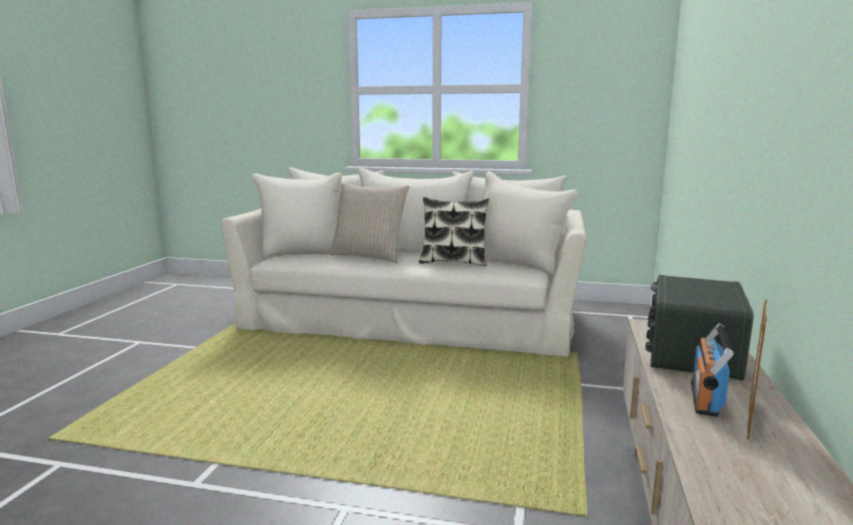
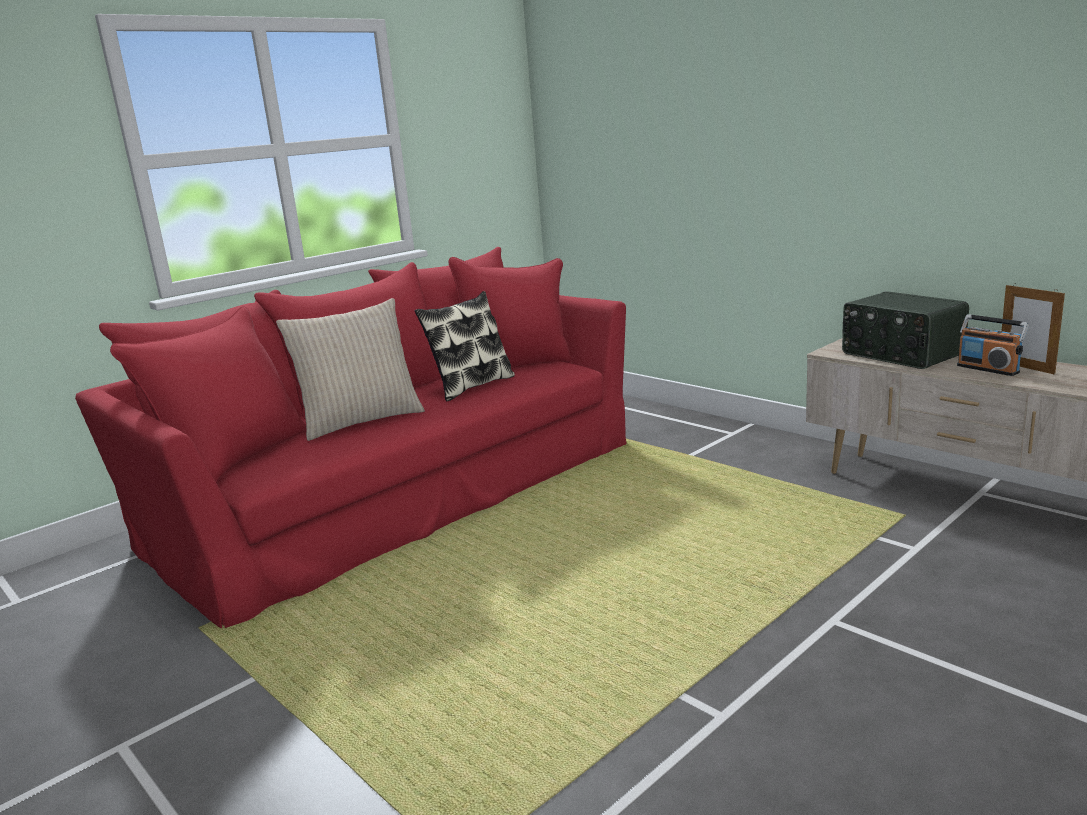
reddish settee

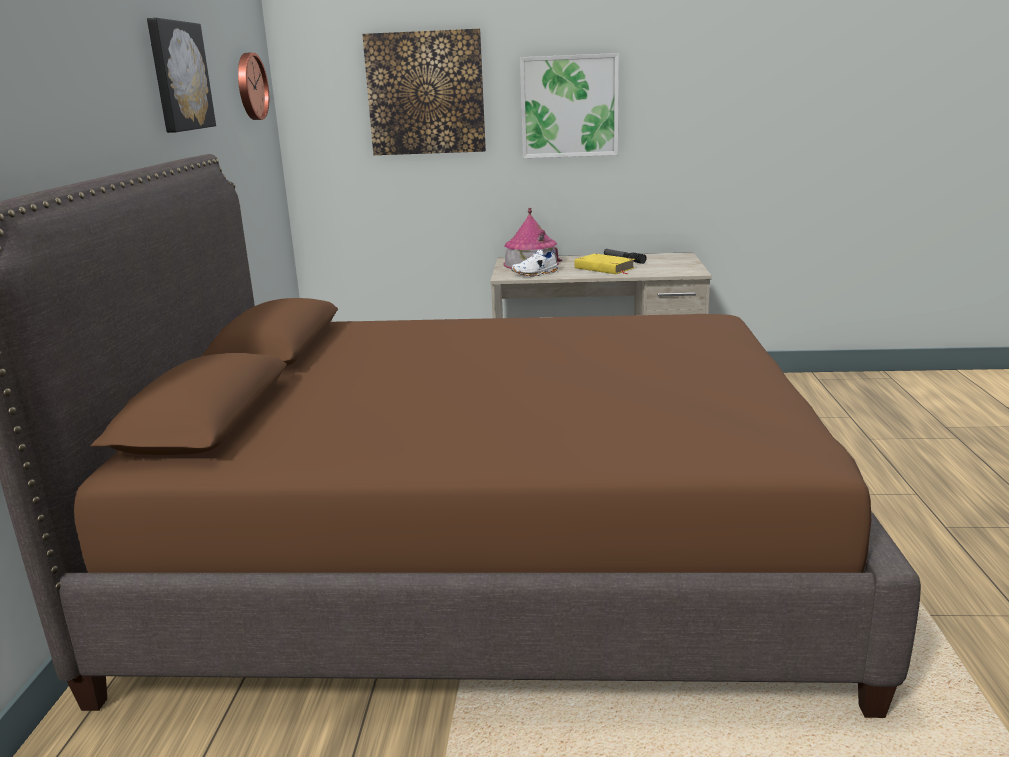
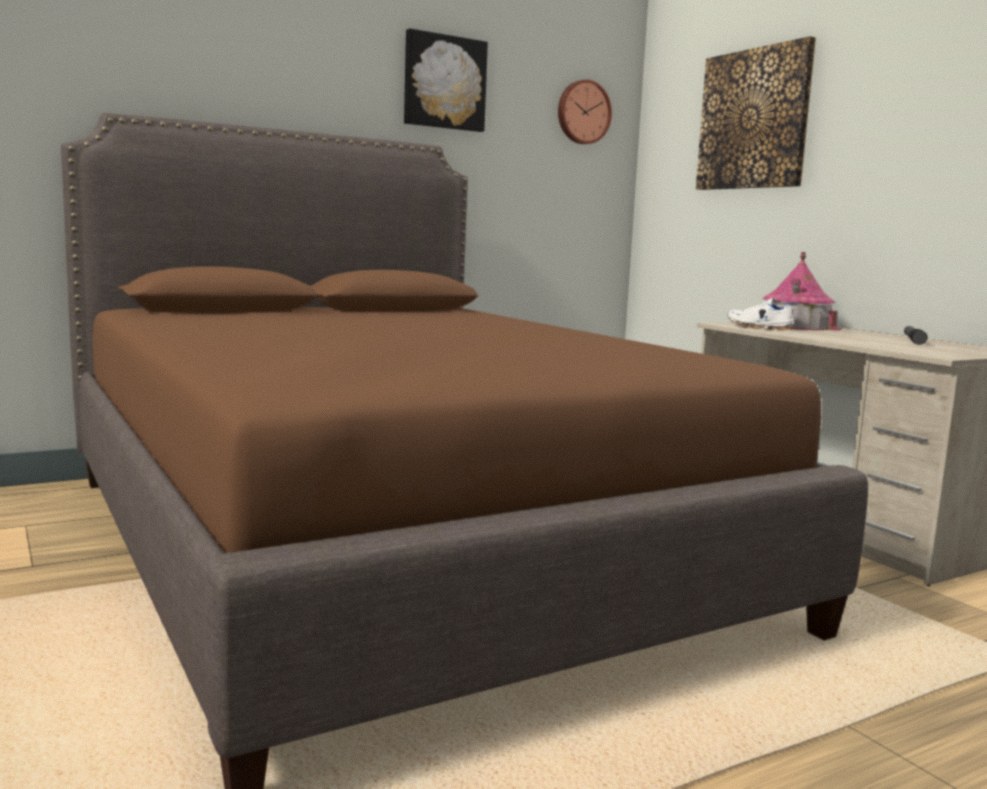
wall picture (3rd from left in the first image)
yellowish bound book

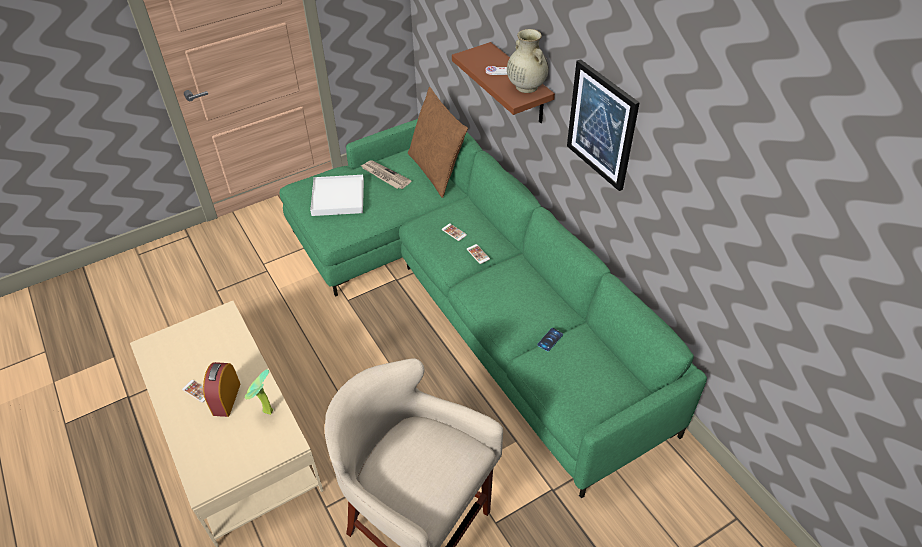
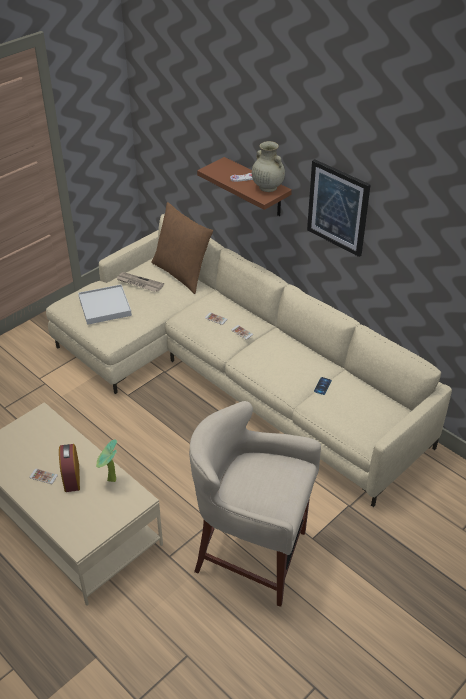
beige-coloured settee

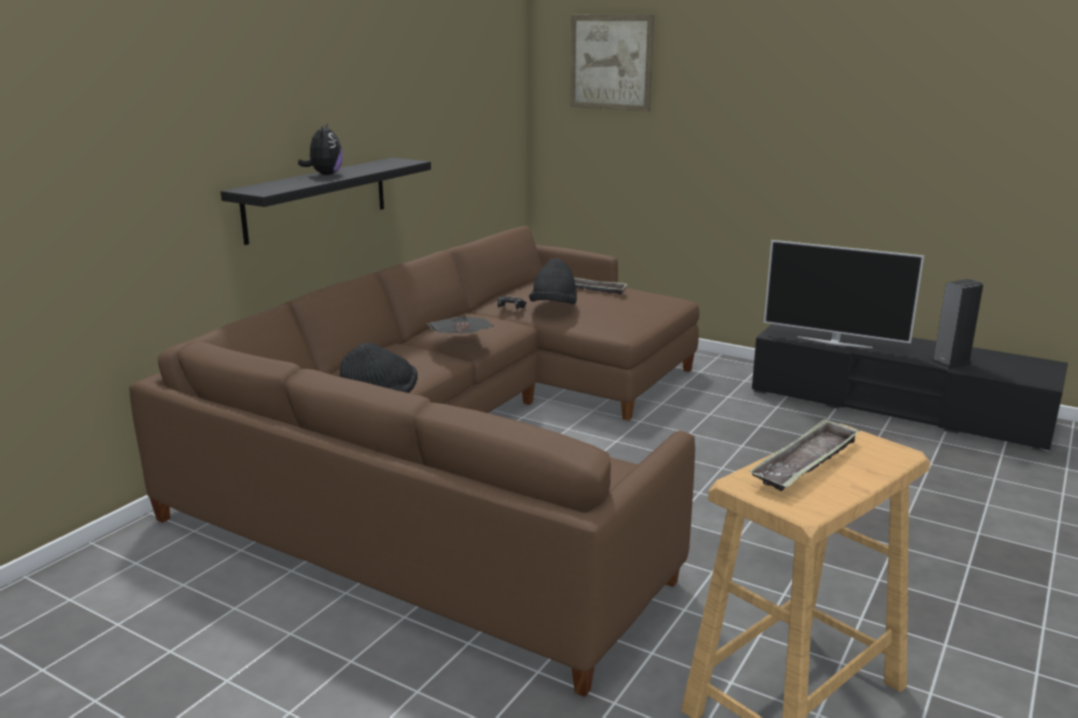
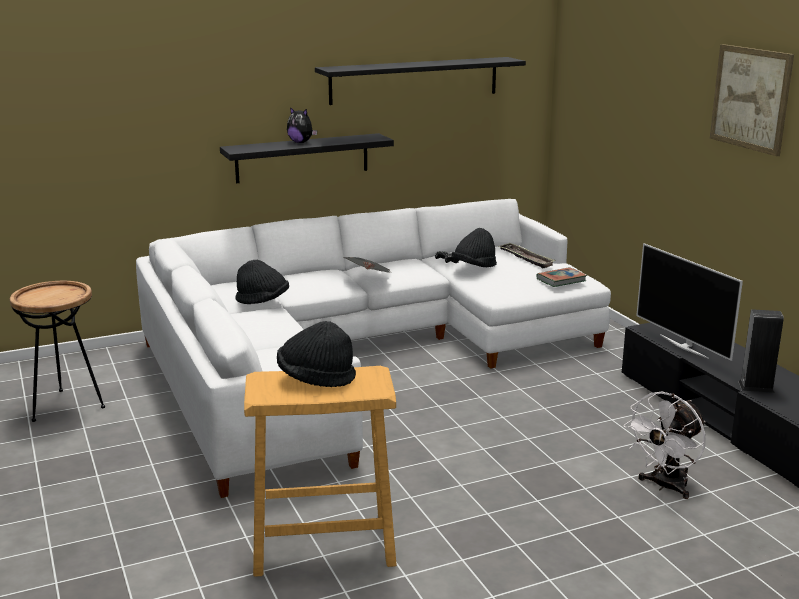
brownish side table
blackish bracket shelf (2nd from left)
bound book
white-coloured fan
wall picture
blackish wearable hat (2nd from left)
white-coloured settee
soft toy

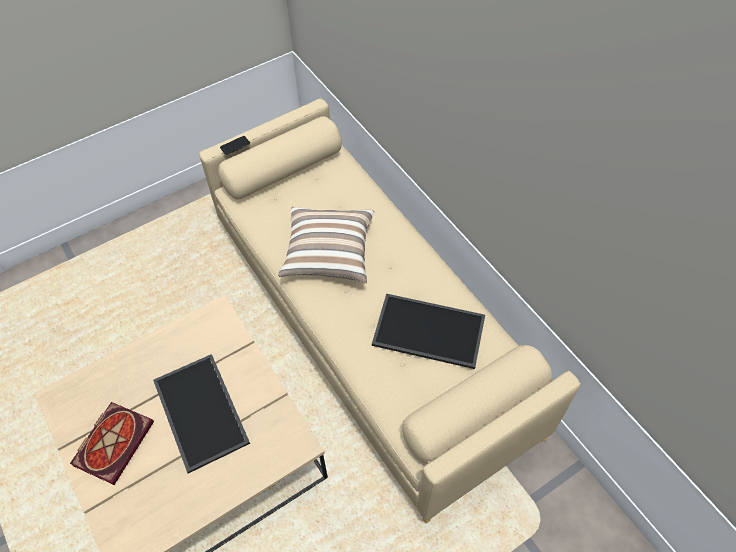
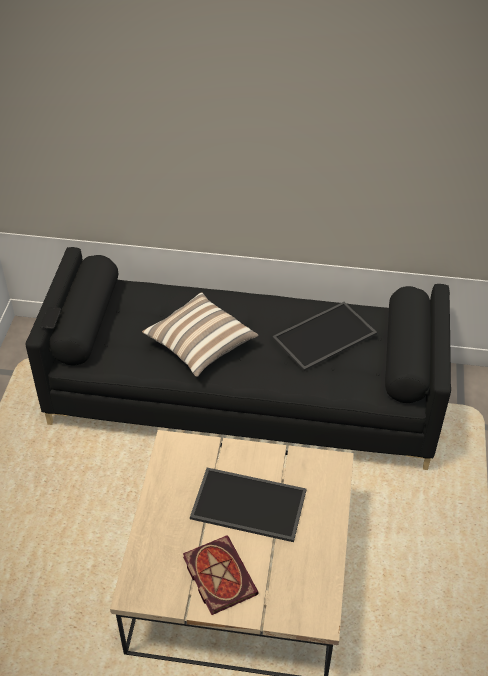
blackish settee

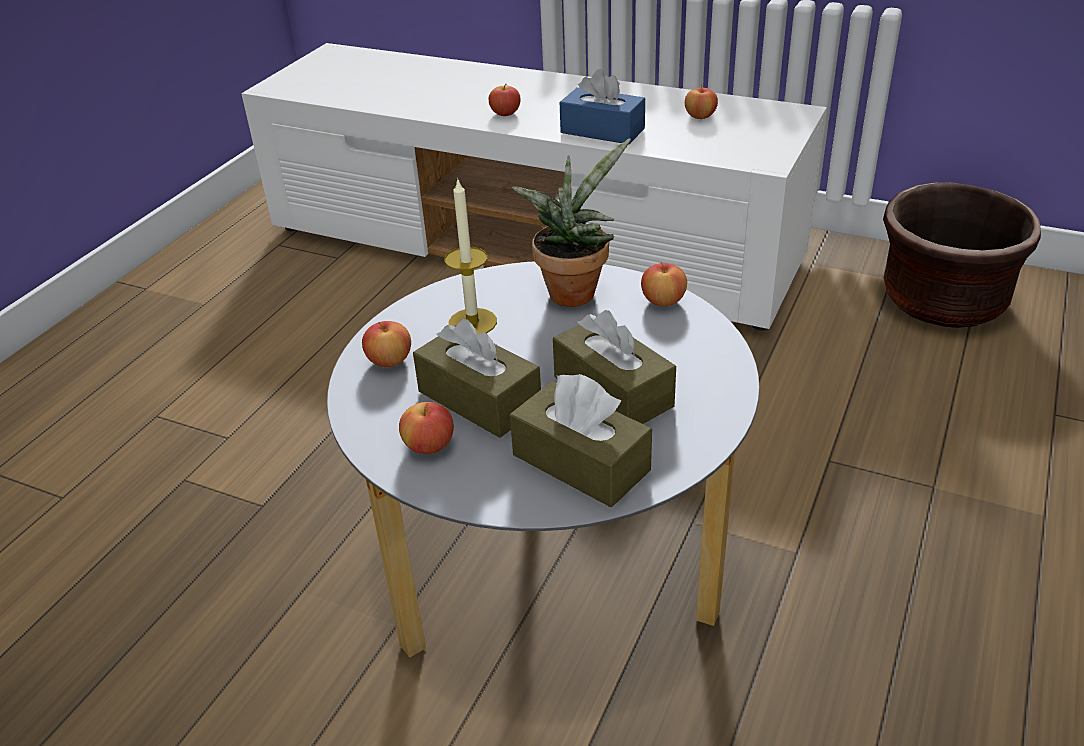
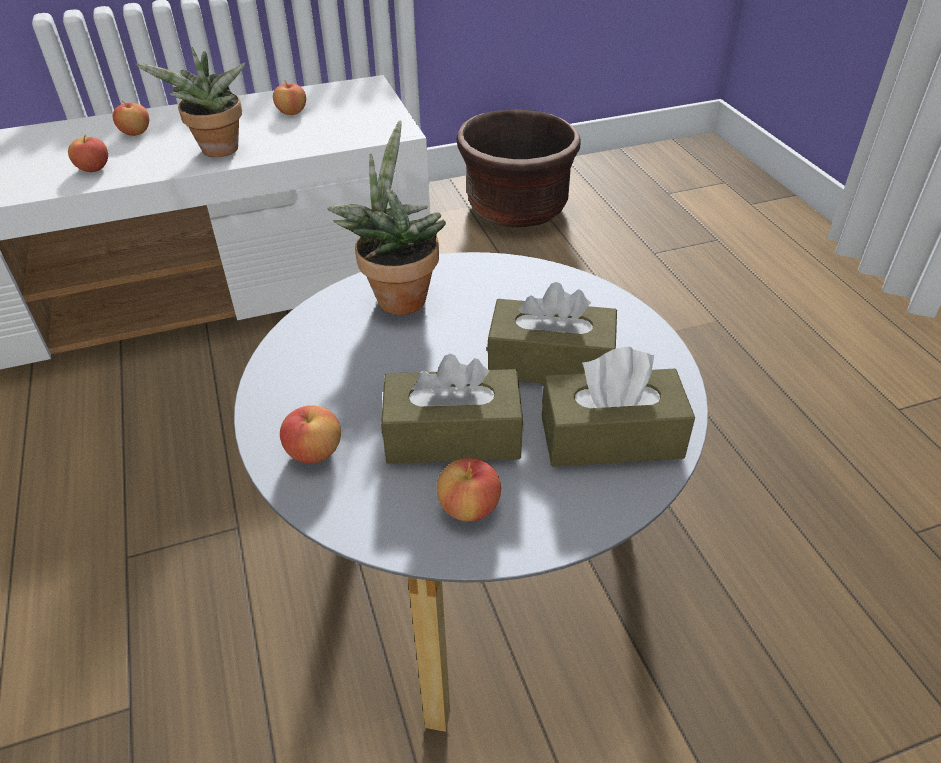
wax candle
apple fruit (2nd from left)
plant in a pot (1st from left)

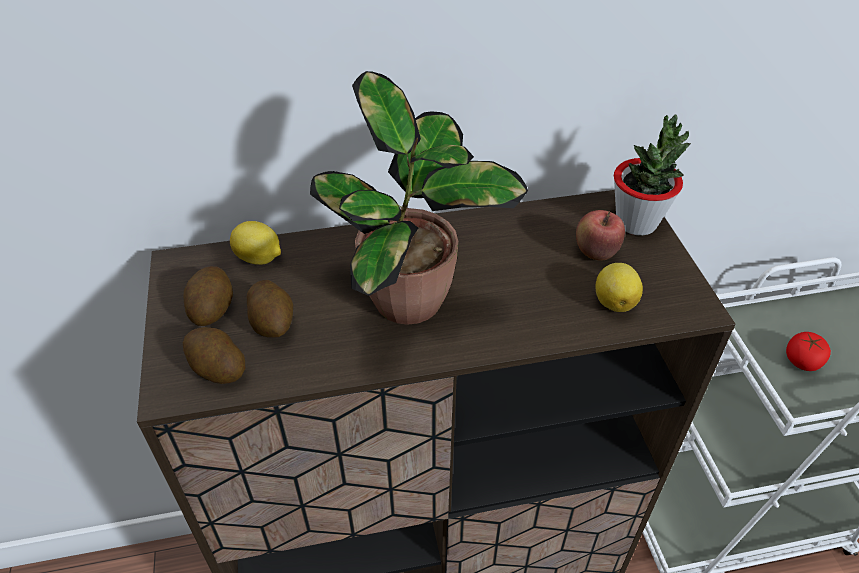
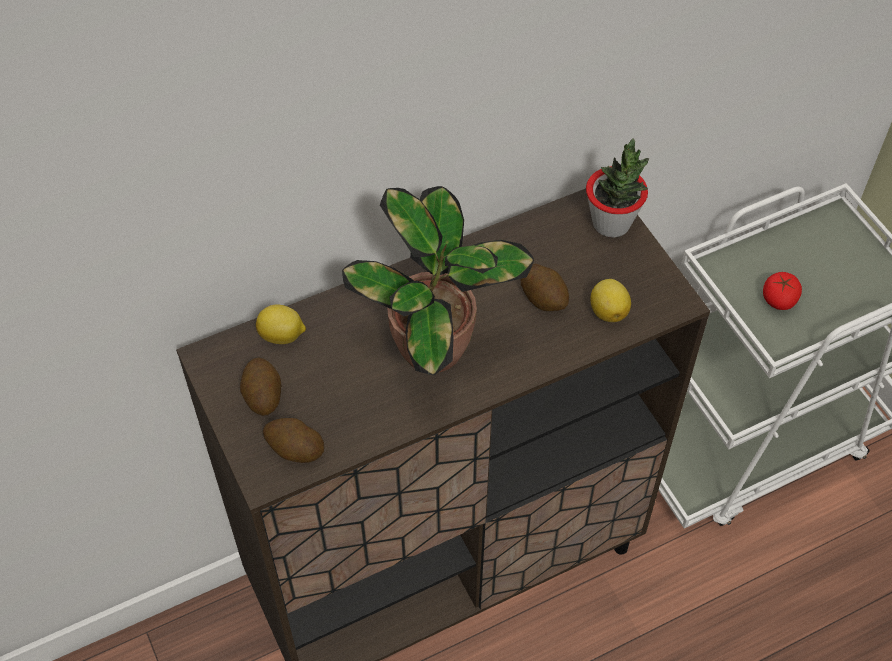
apple fruit
spud (3rd from left)

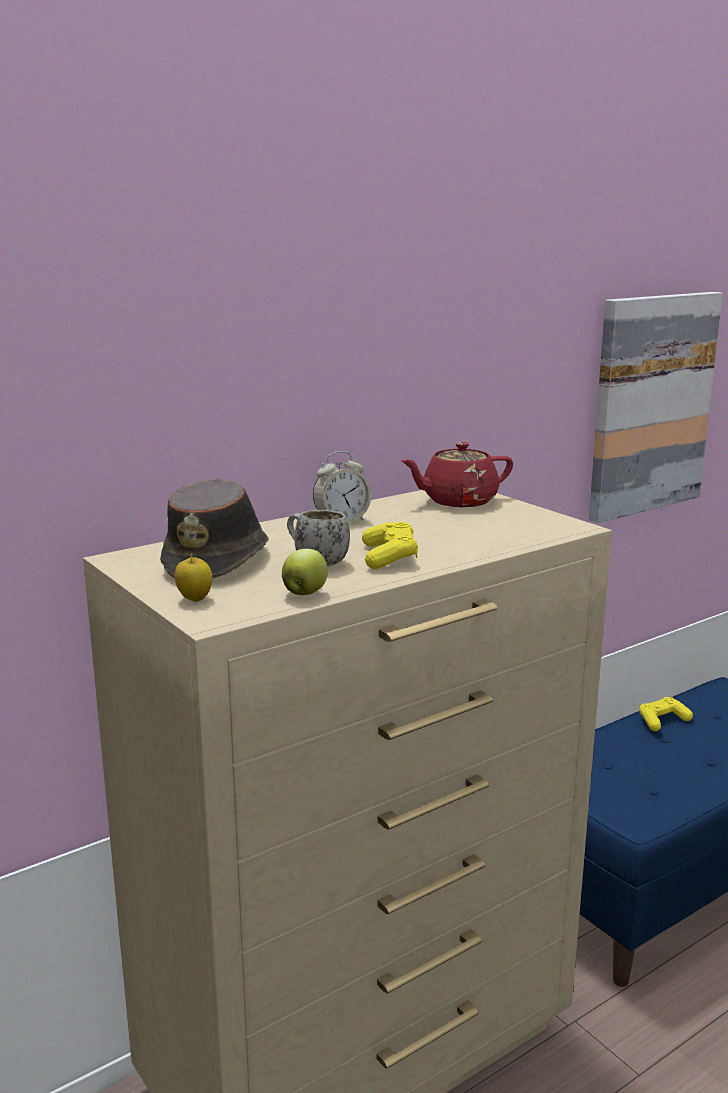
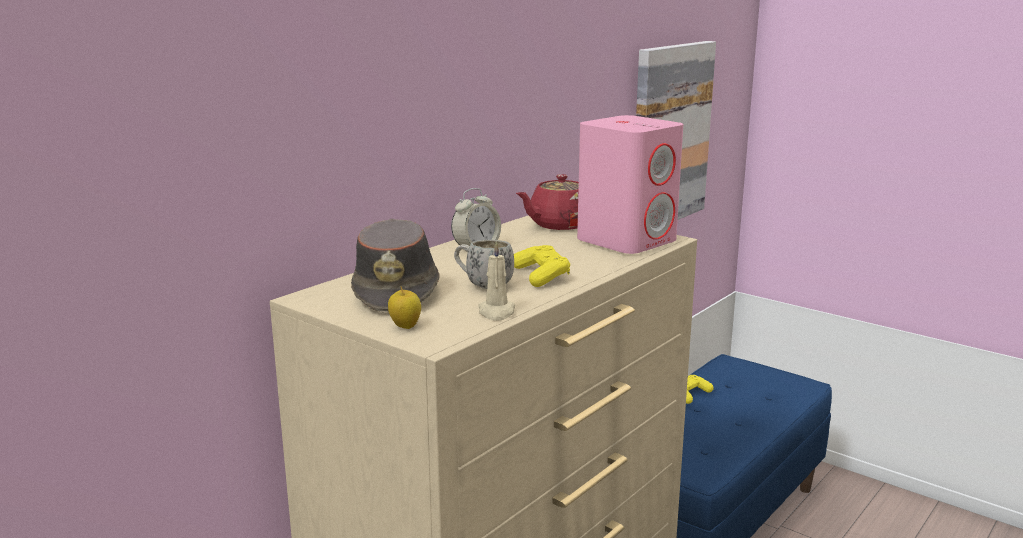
pinkish audio speaker
beige-coloured wax candle

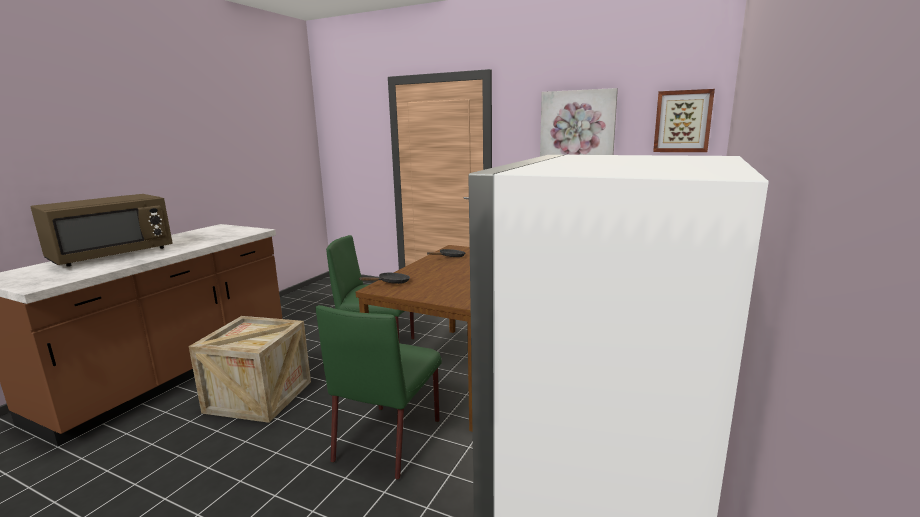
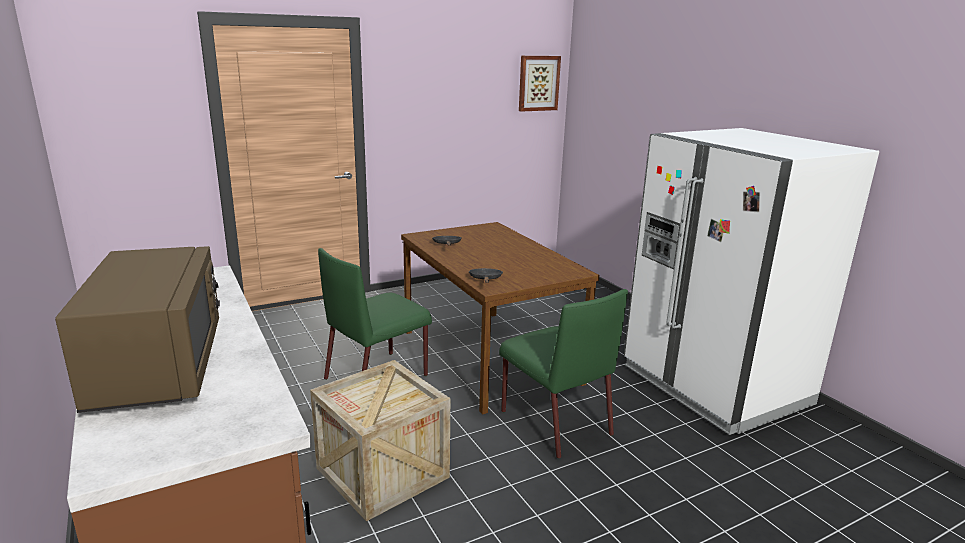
wall picture (1st from left in the first image)

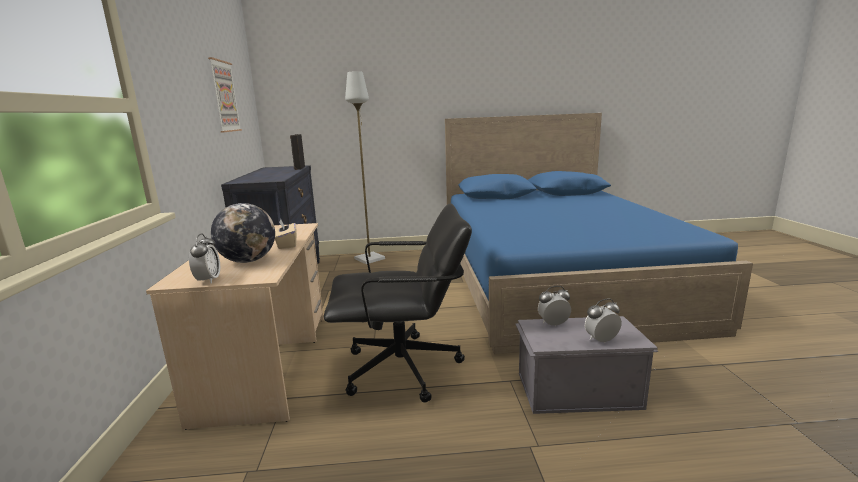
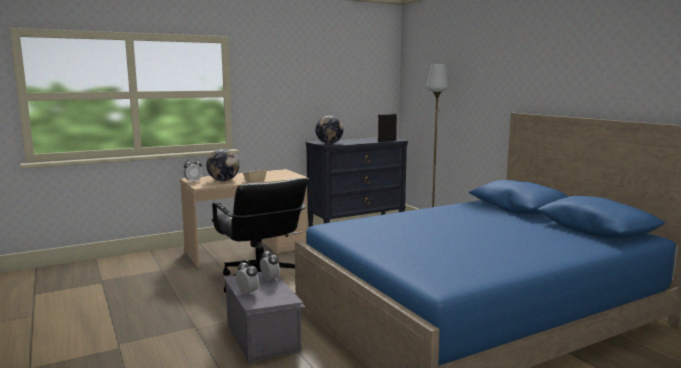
wall picture
desk globe (2nd from left)

